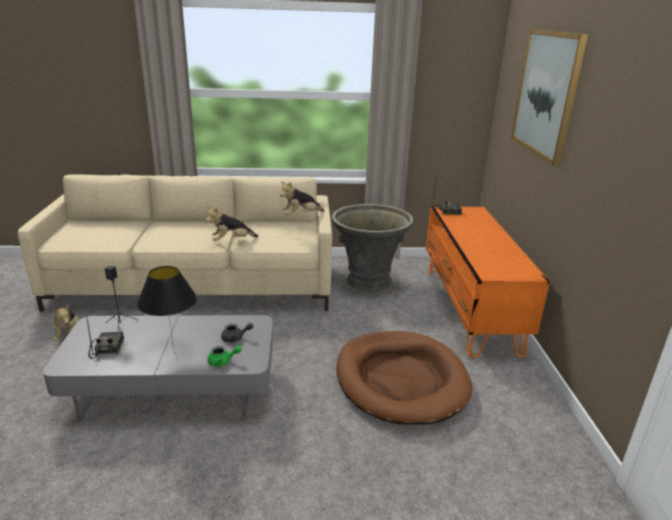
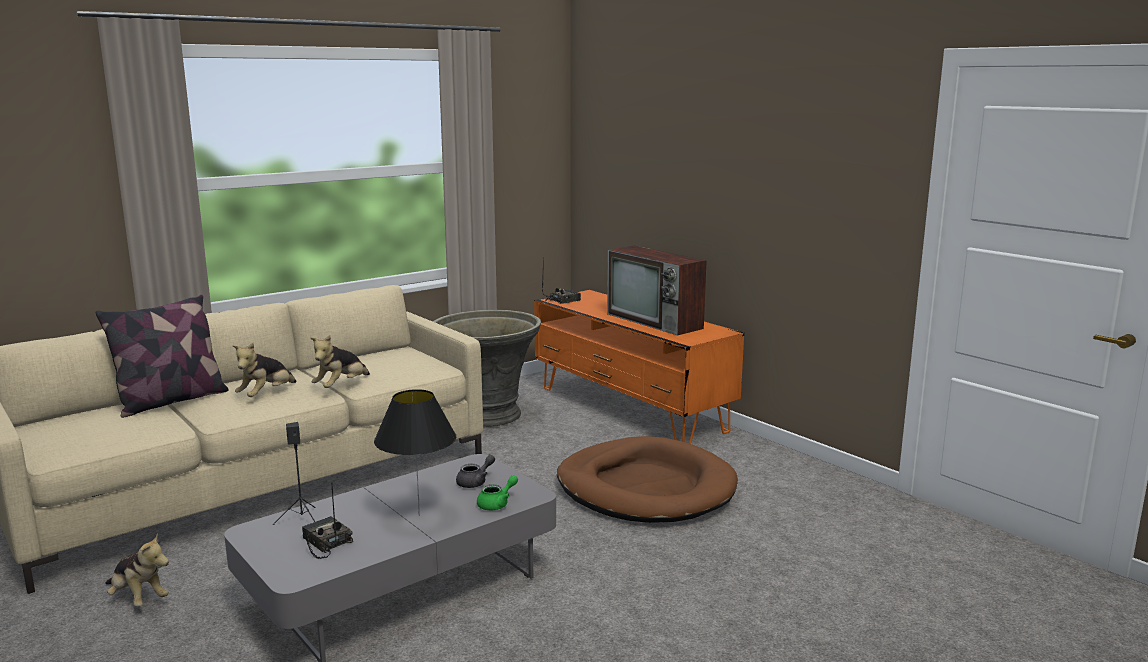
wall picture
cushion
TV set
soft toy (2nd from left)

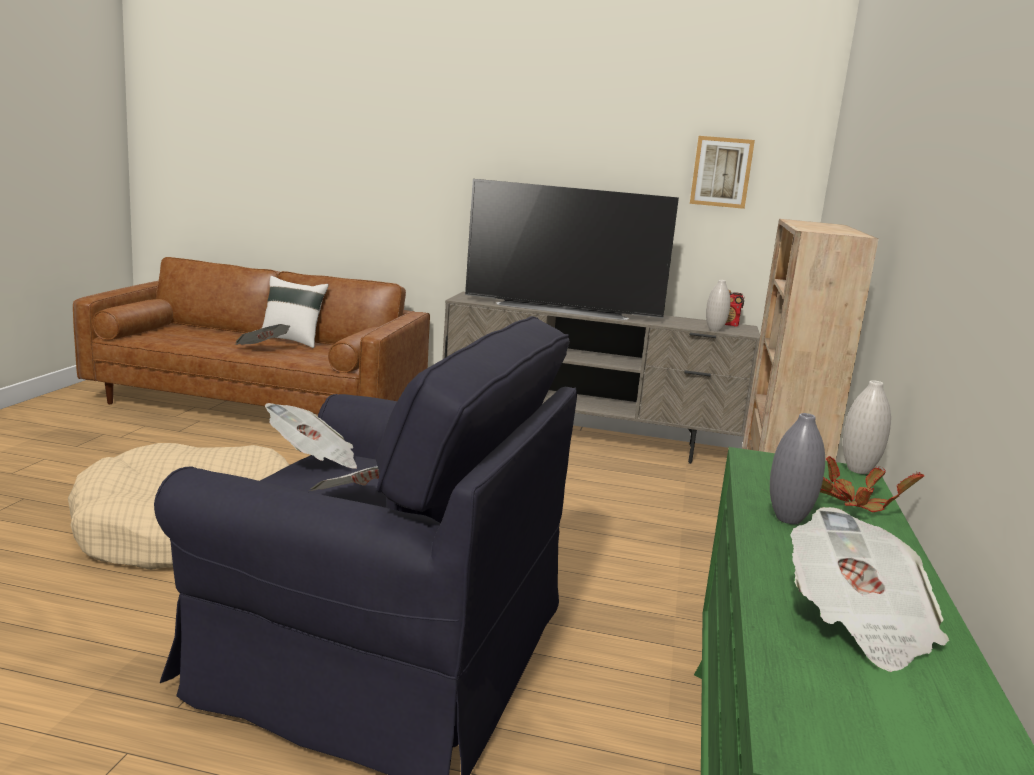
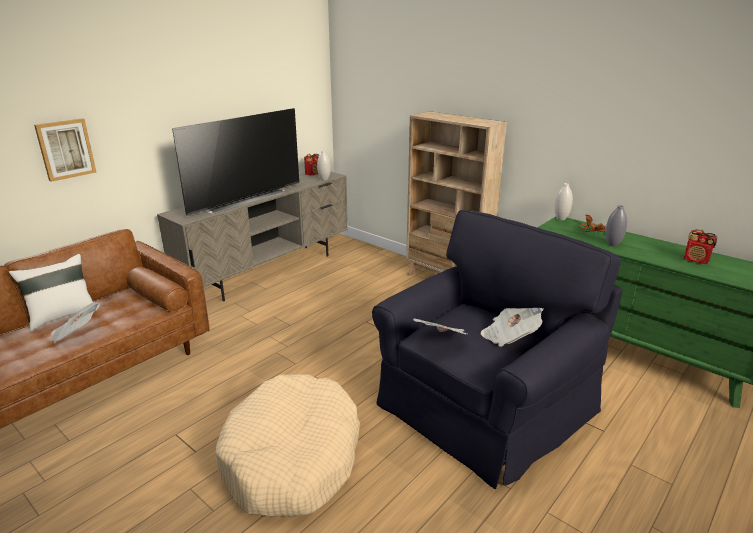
wall picture
radio set (2nd from left)

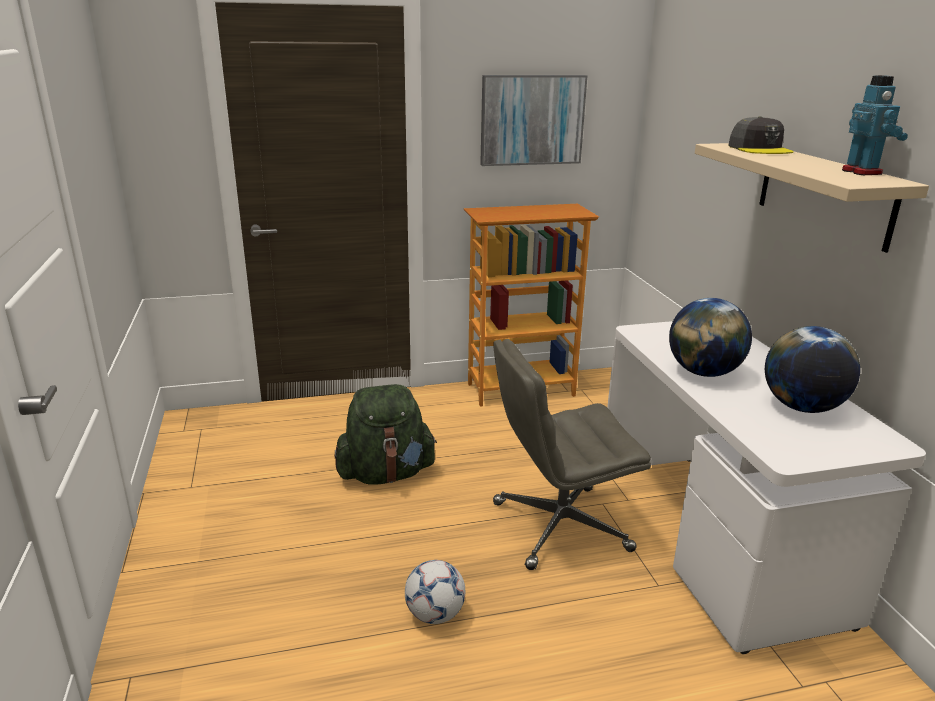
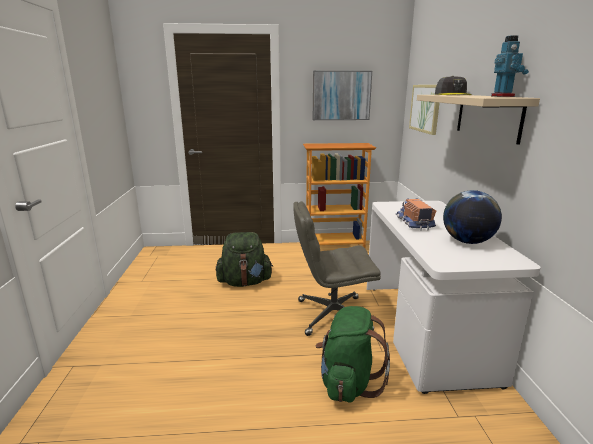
football
greenish rucksack (2nd from left)
wall picture (2nd from left)
model truck

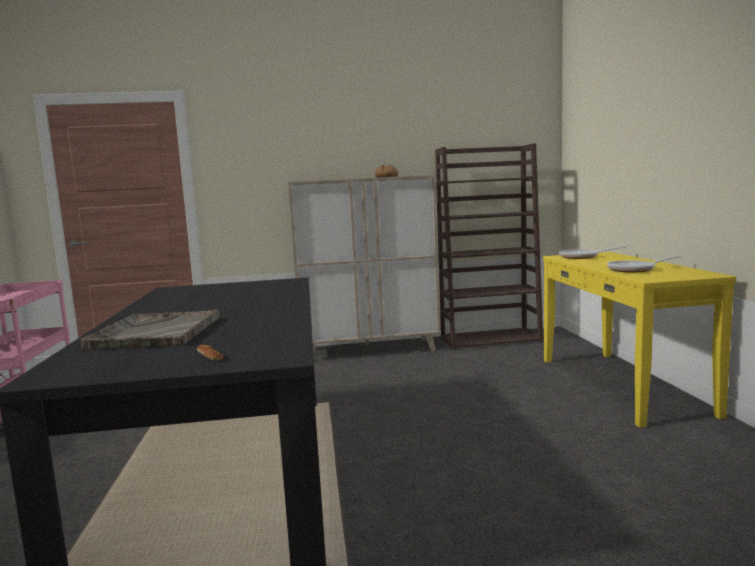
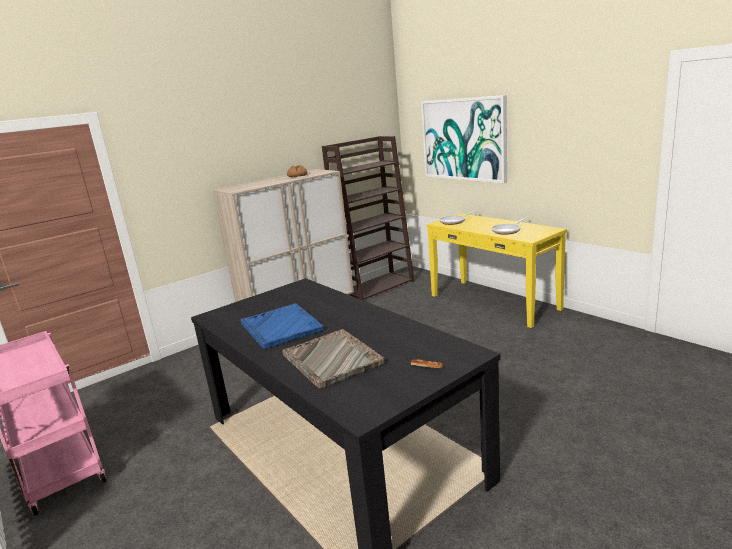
blue tray
wall picture

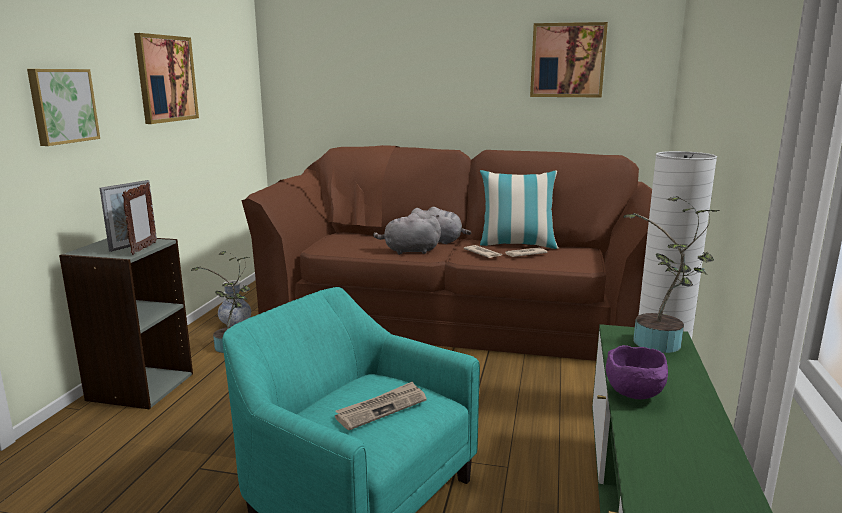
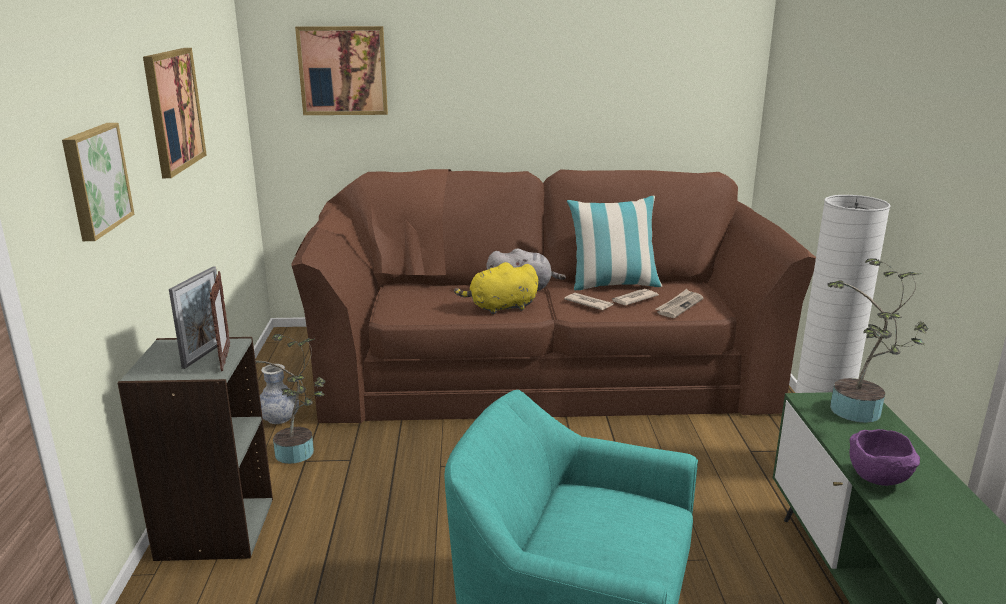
newspaper (3rd from left)
wall picture (3rd from left)
yellowish soft toy

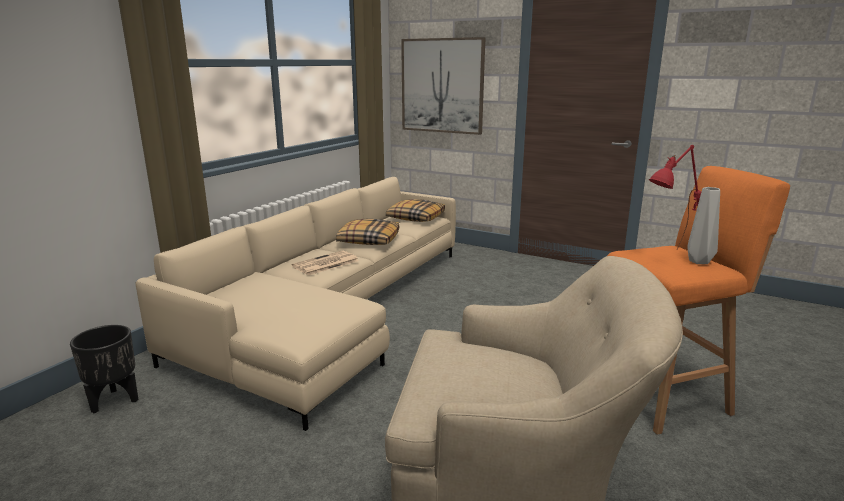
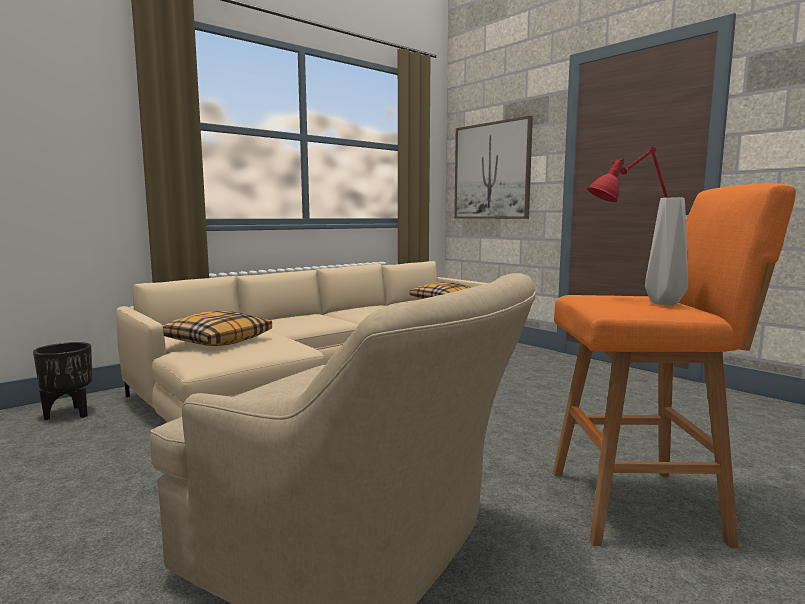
newspaper
cushion (1st from left)

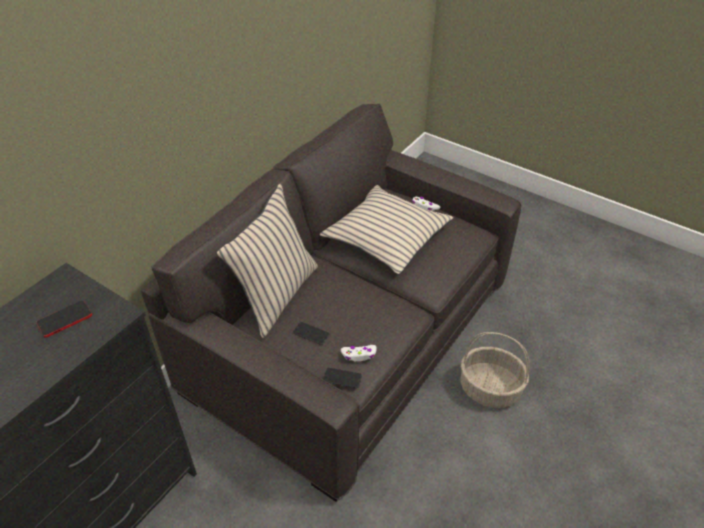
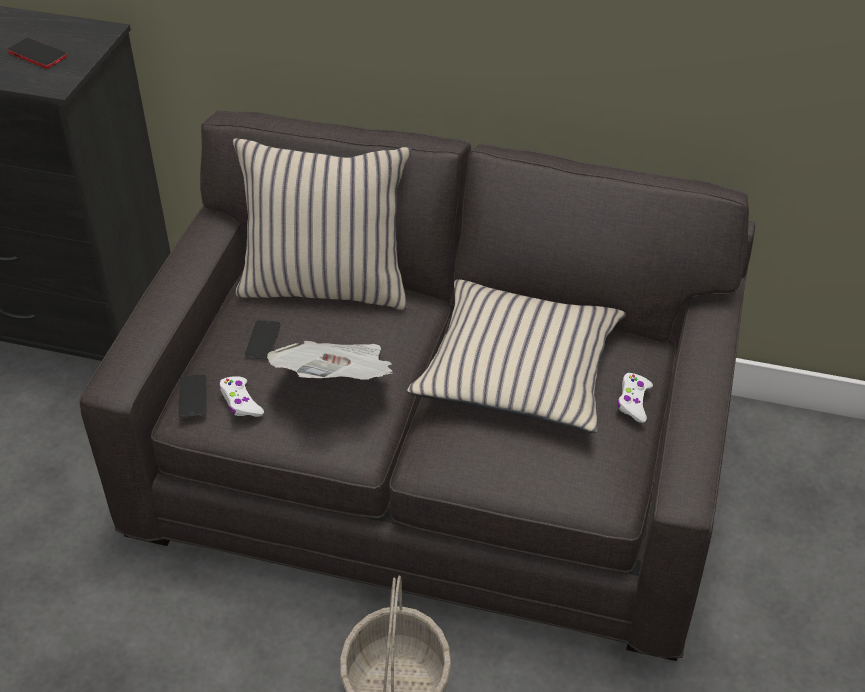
newspaper

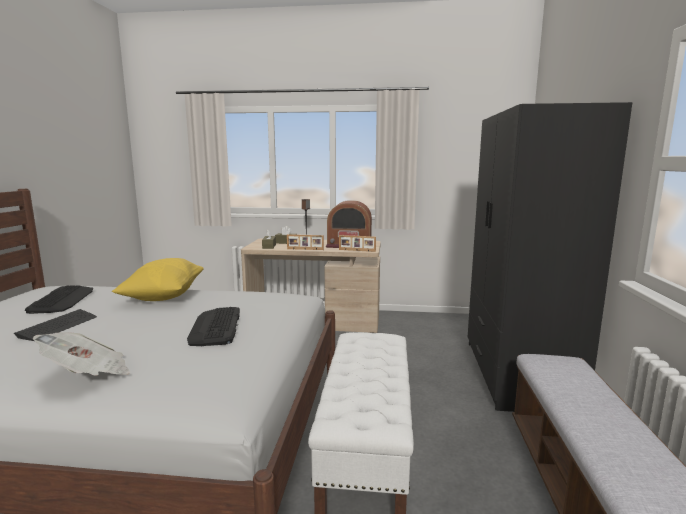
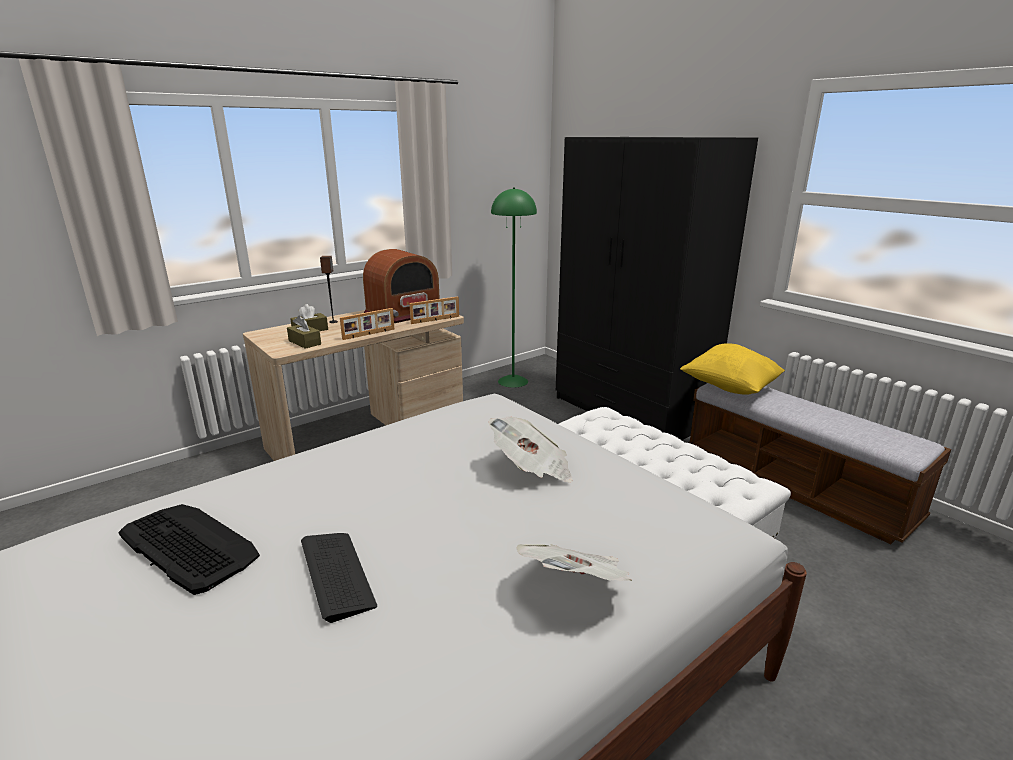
greenish floor lamp
yellowish cushion
newspaper (1st from left)

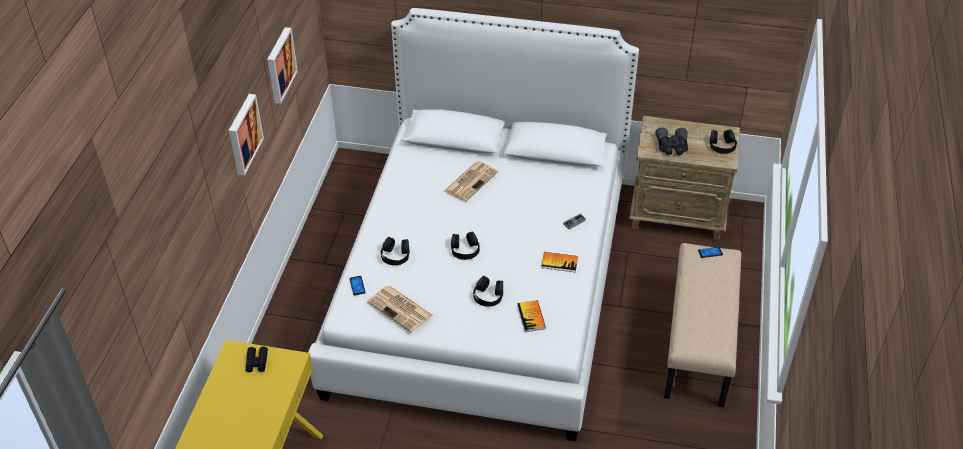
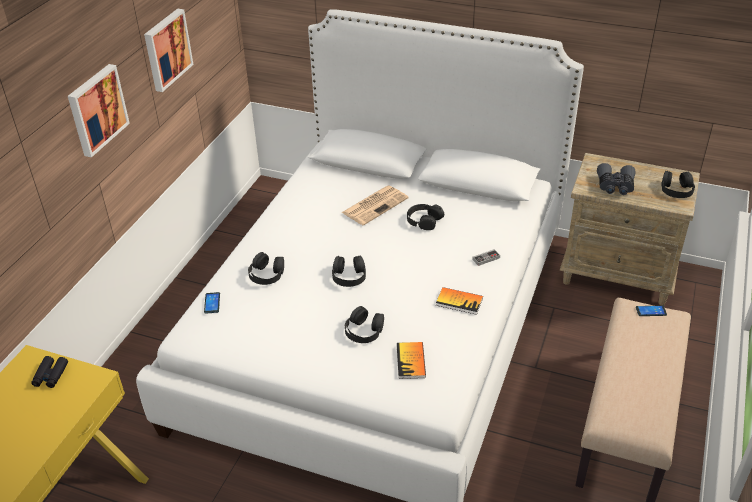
newspaper (1st from left in the first image)
blackish pair of headphones (4th from left)

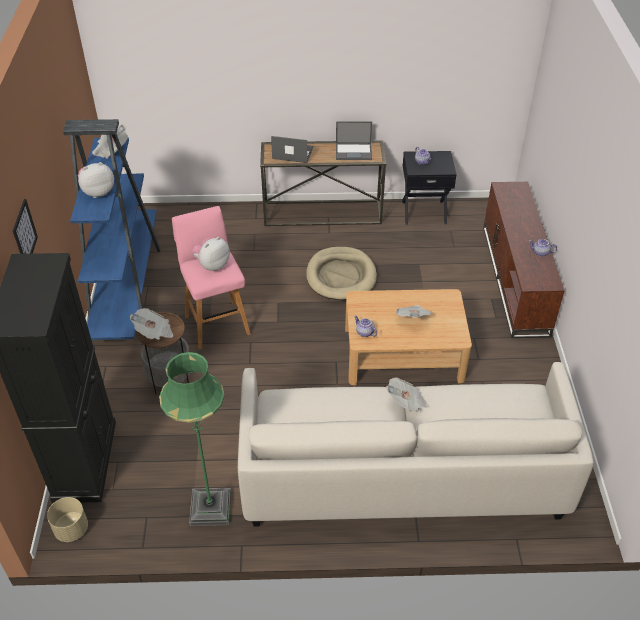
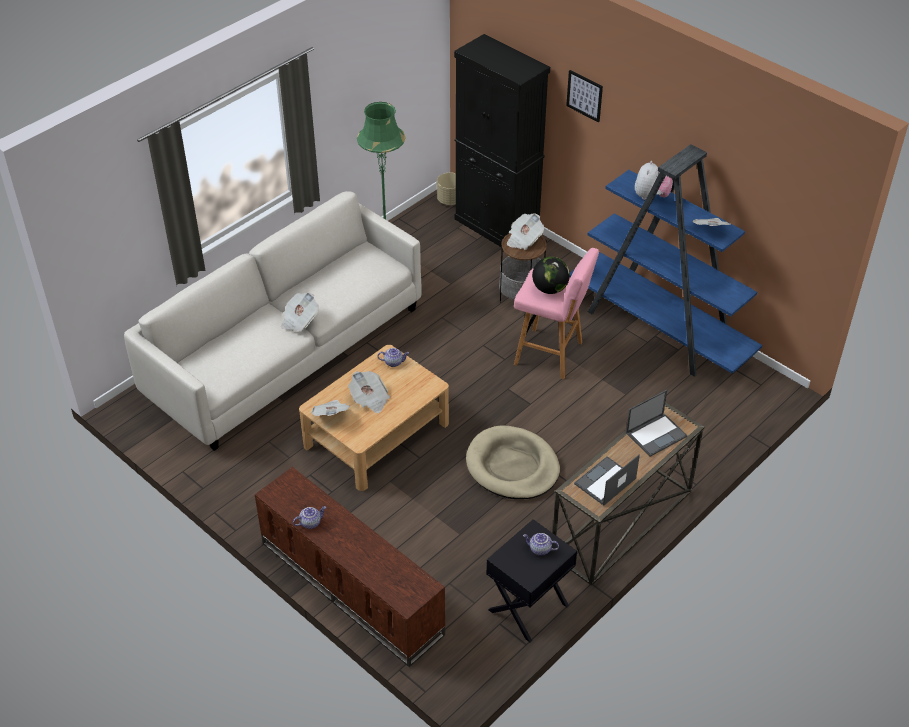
newspaper (2nd from left)
desk globe

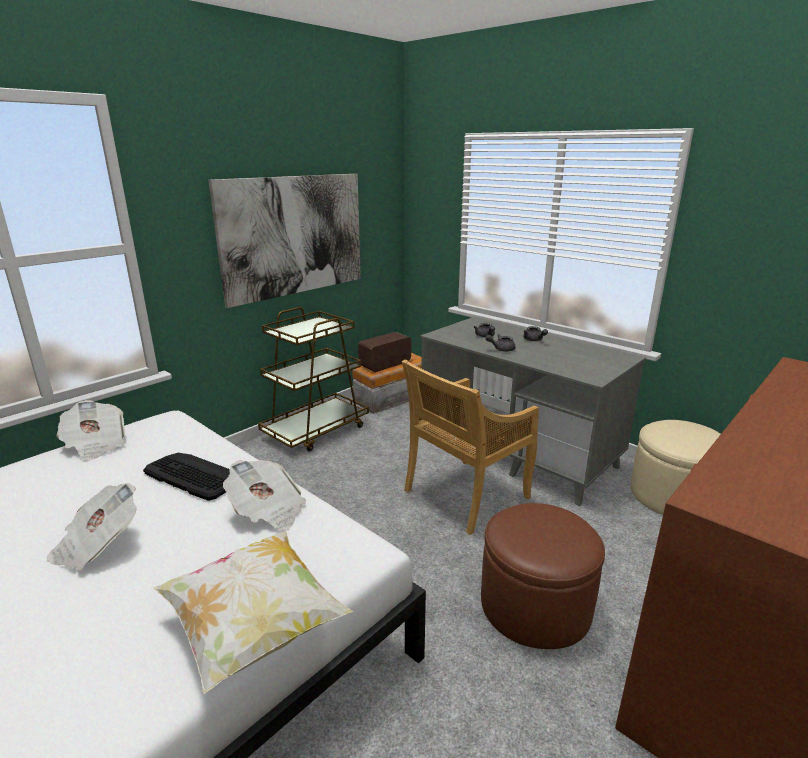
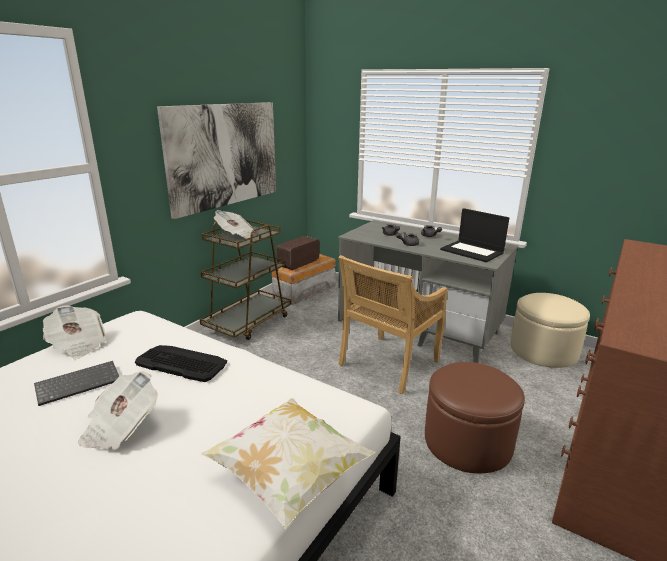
PC keyboard (1st from left)
laptop
newspaper (3rd from left)

